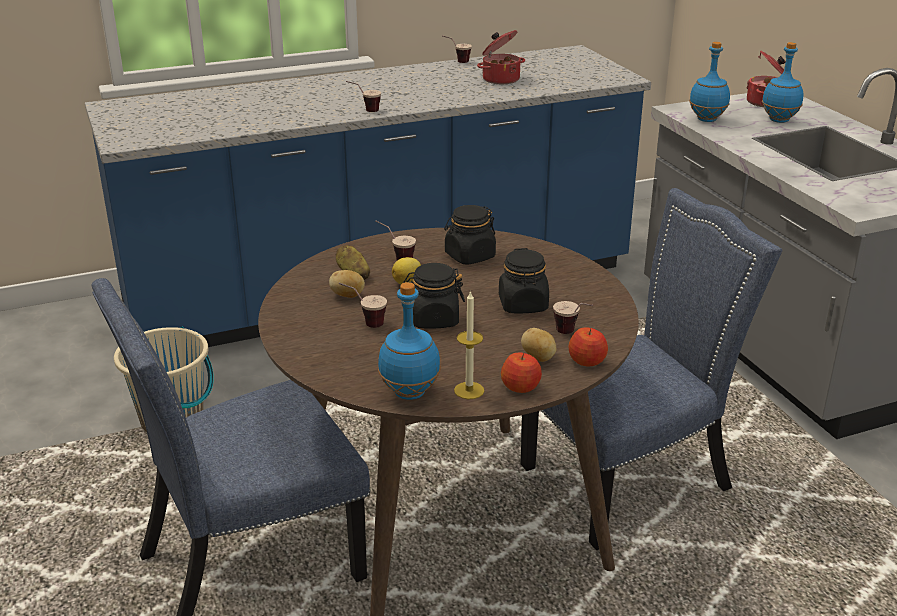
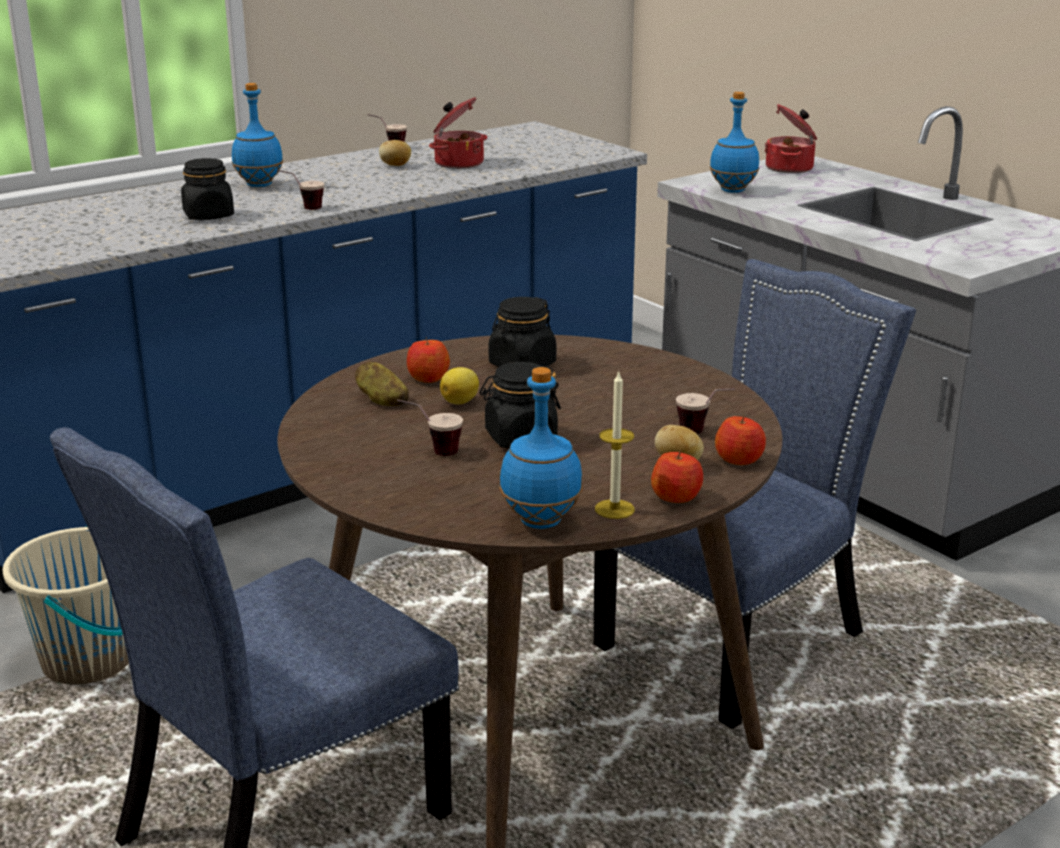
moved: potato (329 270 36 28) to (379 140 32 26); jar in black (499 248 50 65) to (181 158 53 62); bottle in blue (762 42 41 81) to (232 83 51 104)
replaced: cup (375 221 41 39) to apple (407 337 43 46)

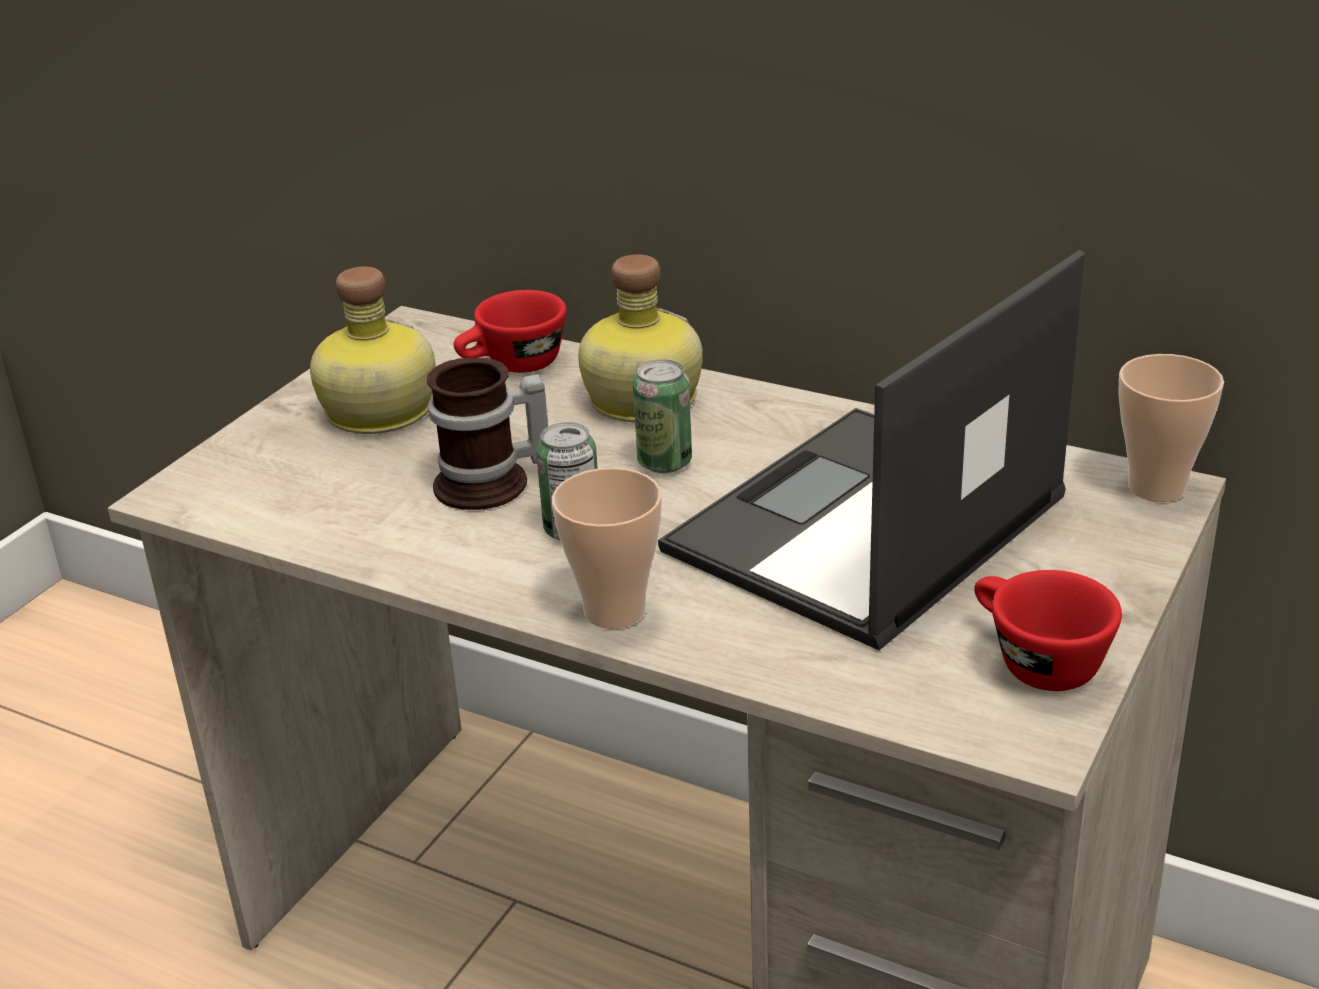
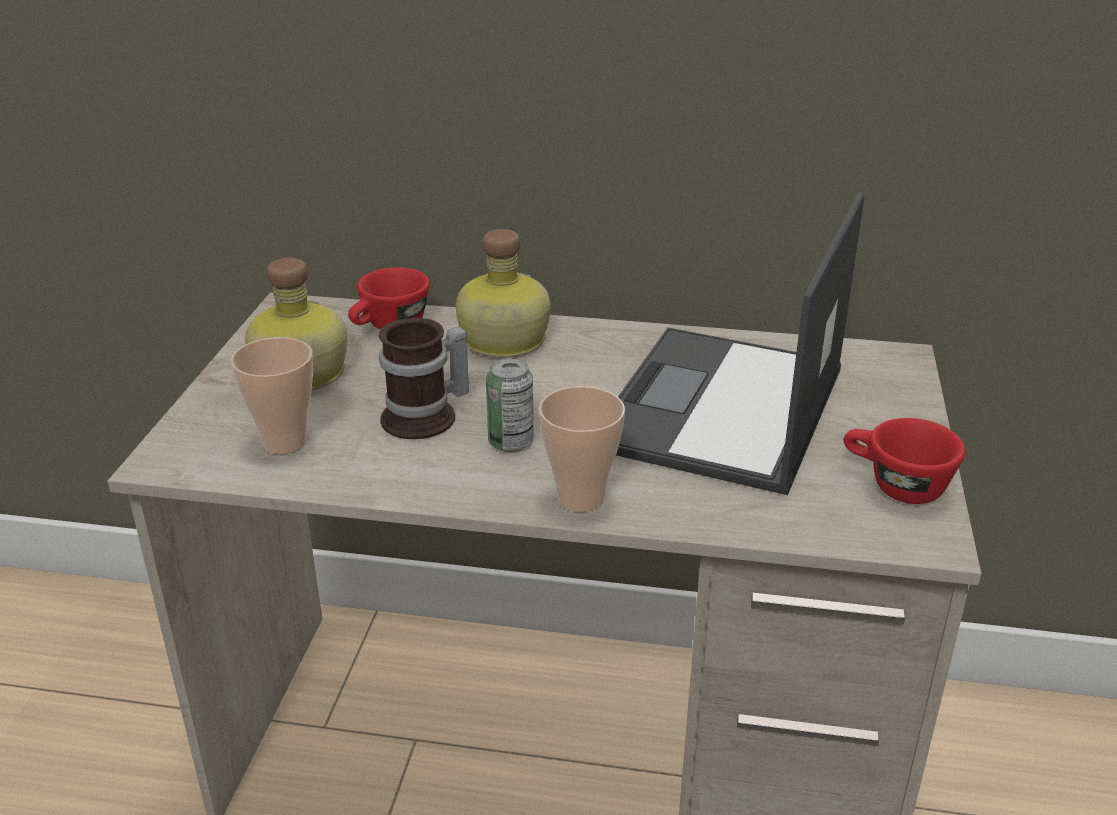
removed: can (633 360 59 113)
moved: cup (1118 354 106 148) to (231 337 82 117)

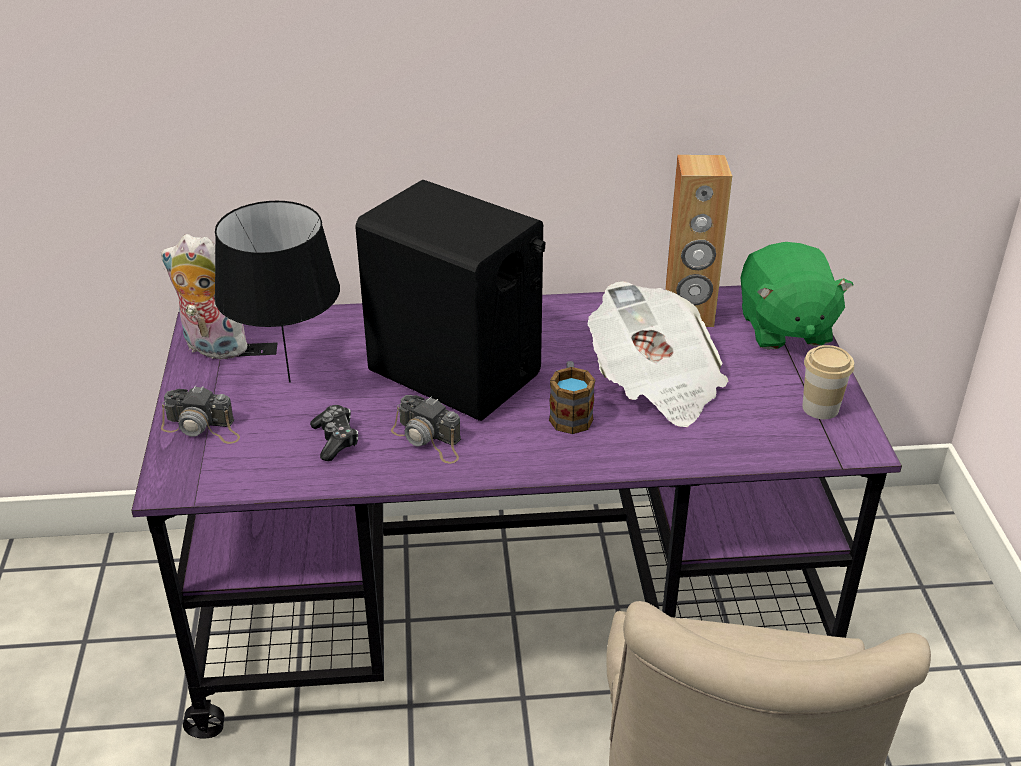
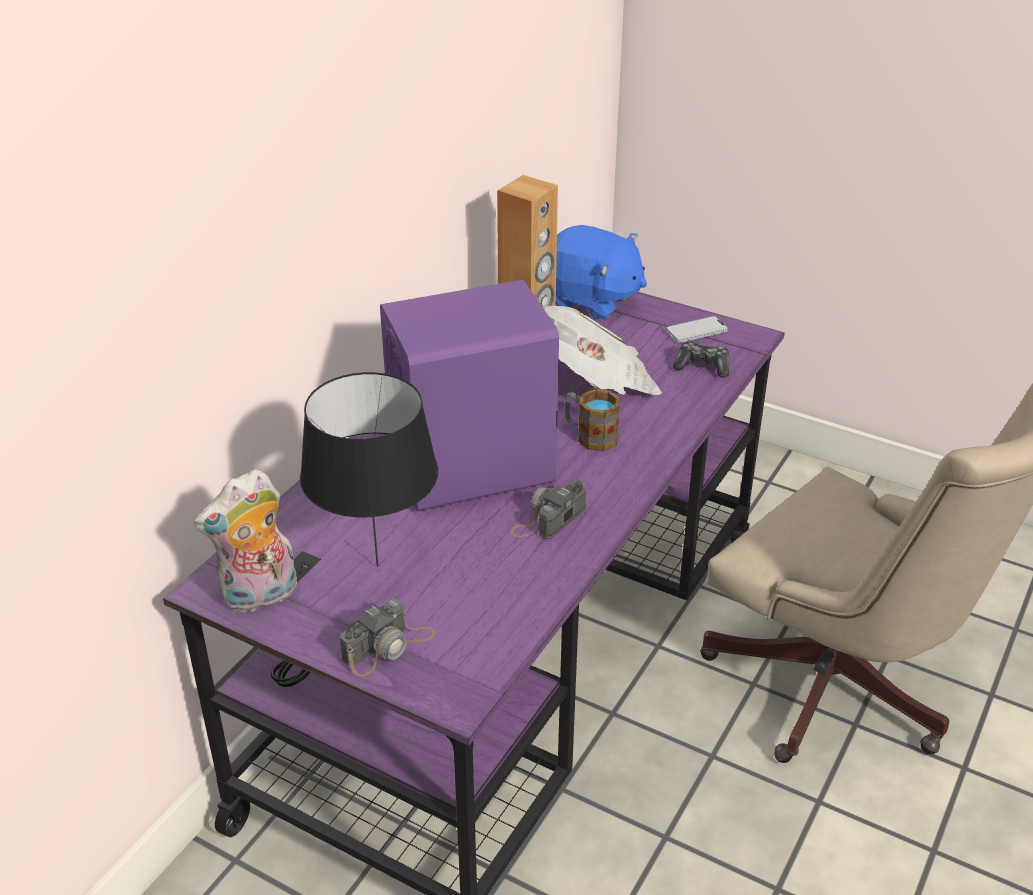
moved: game controller (310 405 48 56) to (673 341 56 37)
replaced: cup (802 345 52 74) to phone (665 316 63 27)
recoloured: speaker in black (355 180 191 241) to speaker in purple (380 280 179 232); plush toy in green (741 242 112 108) to plush toy in blue (556 225 91 94)
turned: photo camera (391 395 70 69) = (510 480 76 59) 150 degrees clockwise

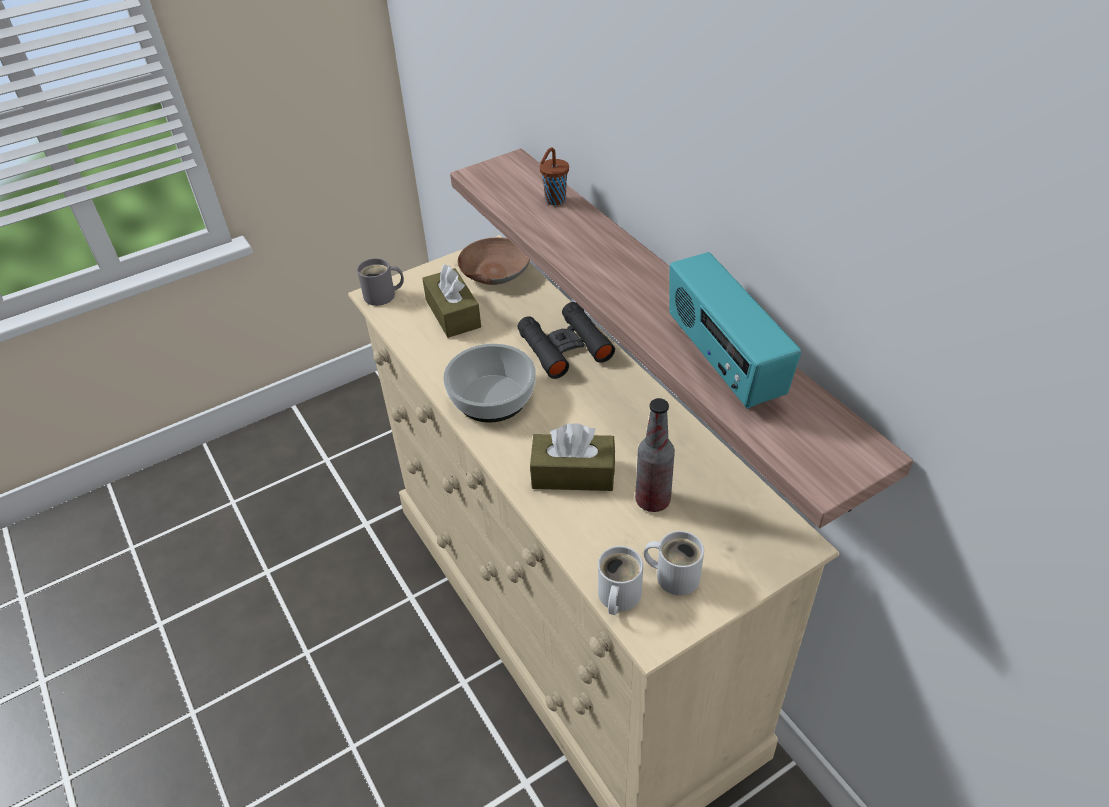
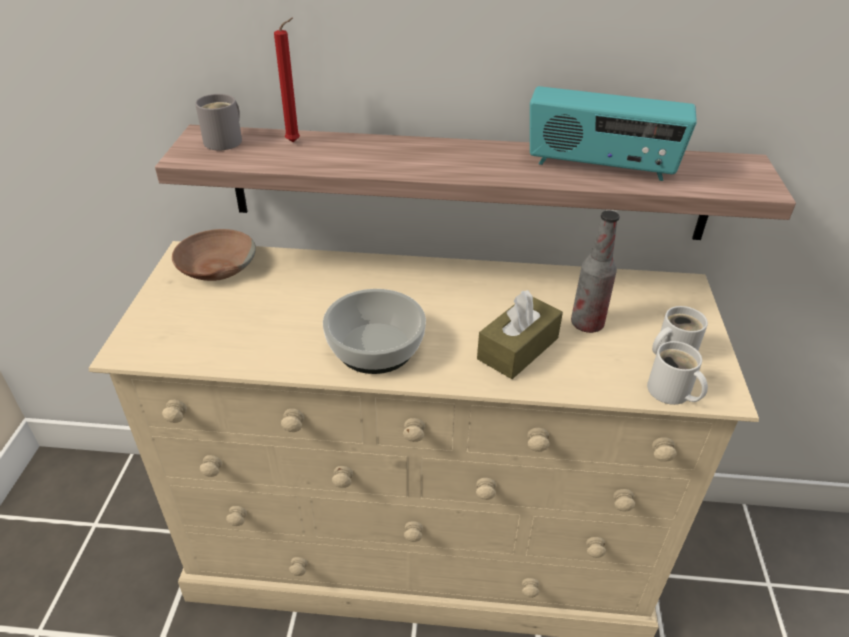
removed: tissue box in brown (422 264 59 74); binoculars in black (518 302 97 77)
moved: mug in grey (357 258 47 48) to (195 94 47 56)
replaced: cup in brown (540 147 29 58) to candle in red (274 18 26 124)

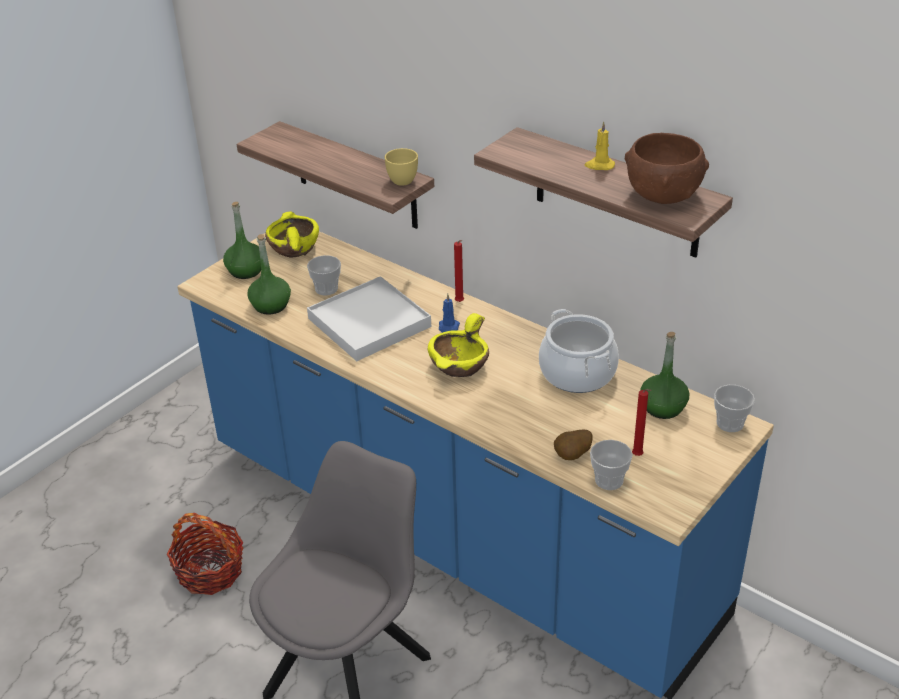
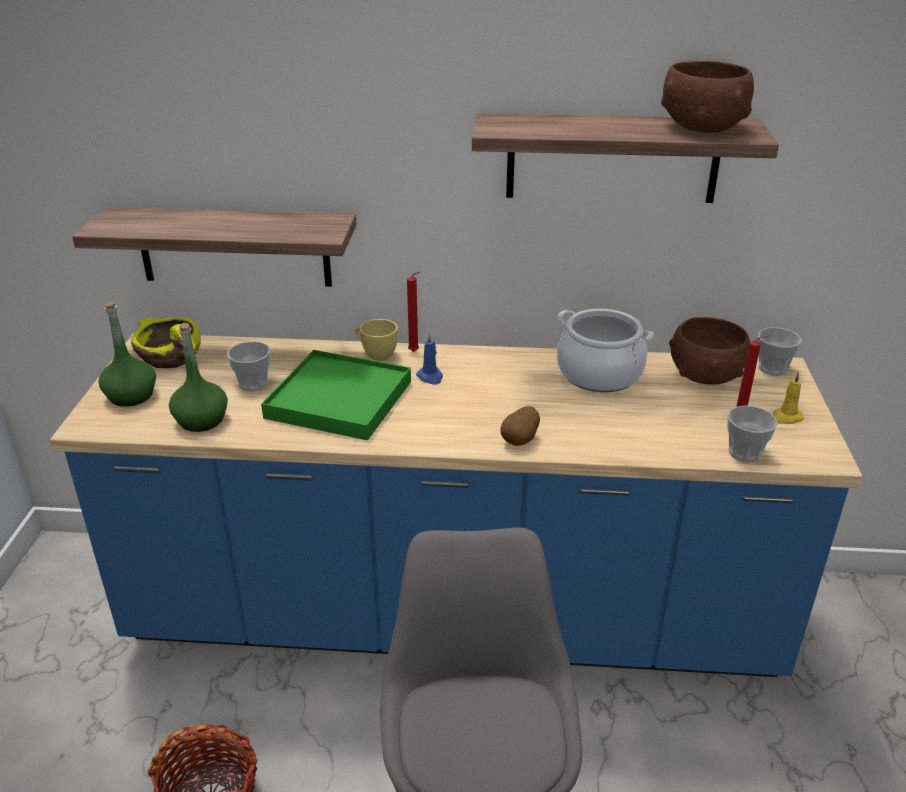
removed: bowl in yellow (428 313 61 64)
moved: cup in yellow (385 148 33 38) to (356 319 42 42); potato (554 430 39 30) to (501 406 39 40); candle in yellow (585 121 30 49) to (773 372 31 52)
replaced: bottle in green (640 332 49 87) to bowl in brown (669 317 82 68)
recoloured: tray in white (307 276 124 85) to tray in green (261 350 150 90)

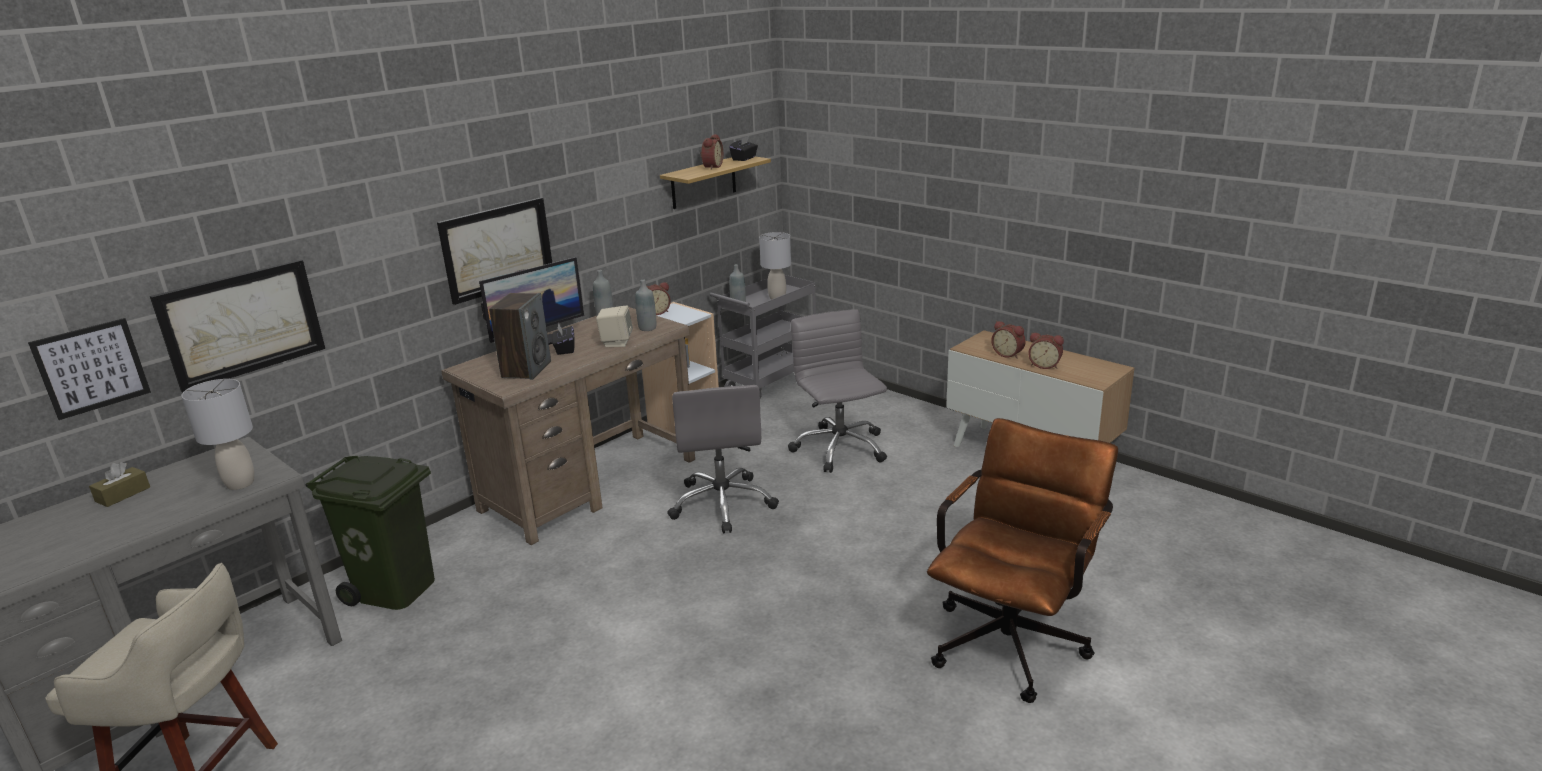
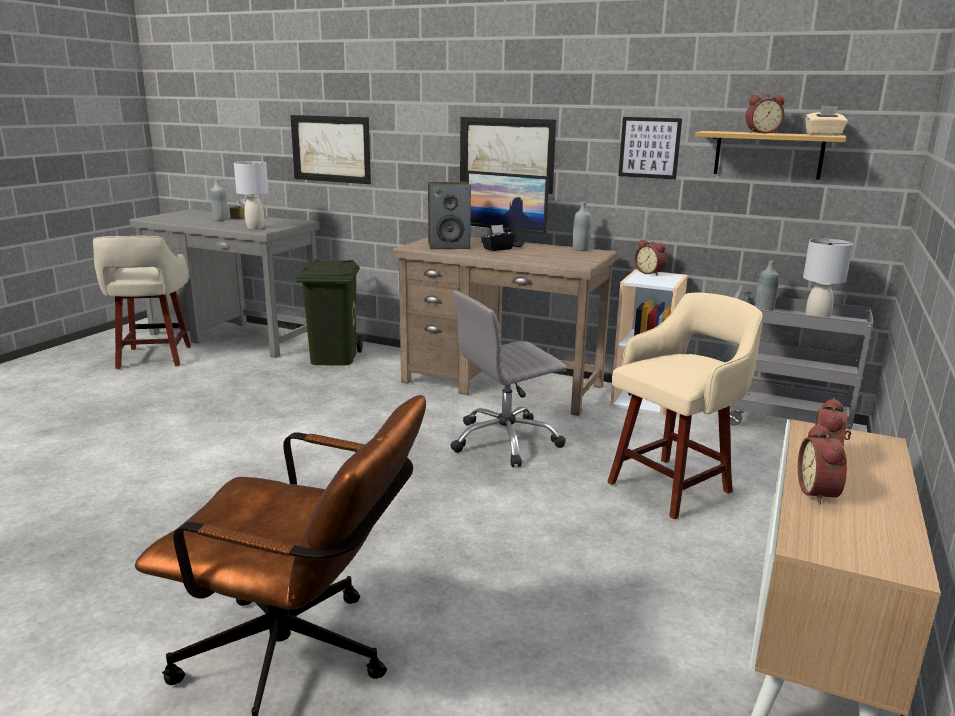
removed: speaker in beige (596 306 37 41)
moved: picture (28 318 123 102) to (618 117 64 62); bottle in grey (635 280 21 51) to (211 179 17 42)
replaced: office chair in grey (788 309 99 164) to stool in beige (607 293 156 226)
recoloured: tissue box in black (729 136 29 25) to tissue box in beige (805 105 43 31)

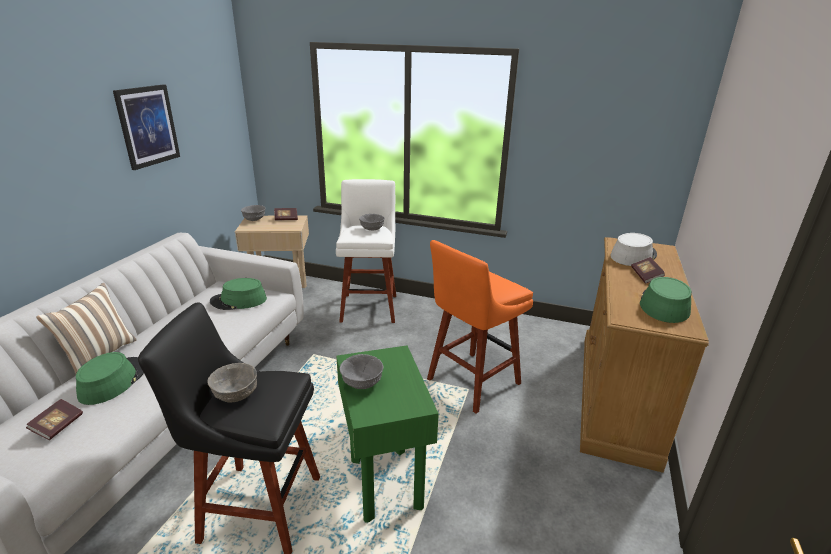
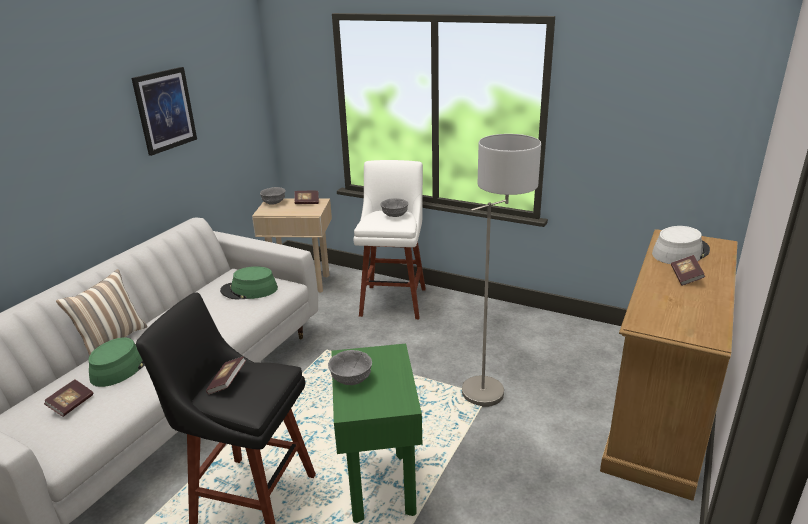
removed: hat in green (640 277 52 46)
replaced: bowl in grey (207 363 50 39) to book (206 356 40 38); stool in orange (427 240 106 174) to floor lamp in grey (462 134 79 273)

